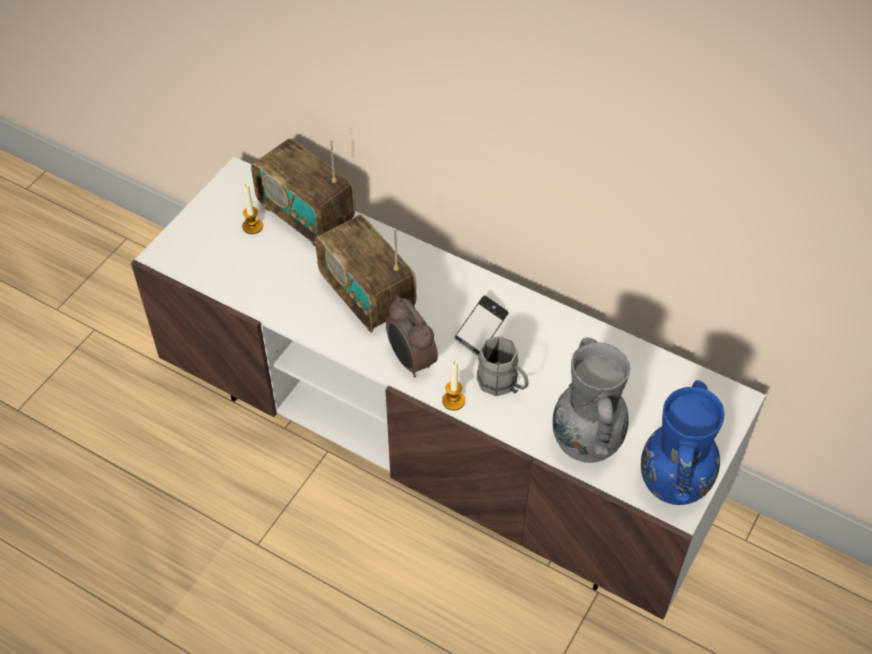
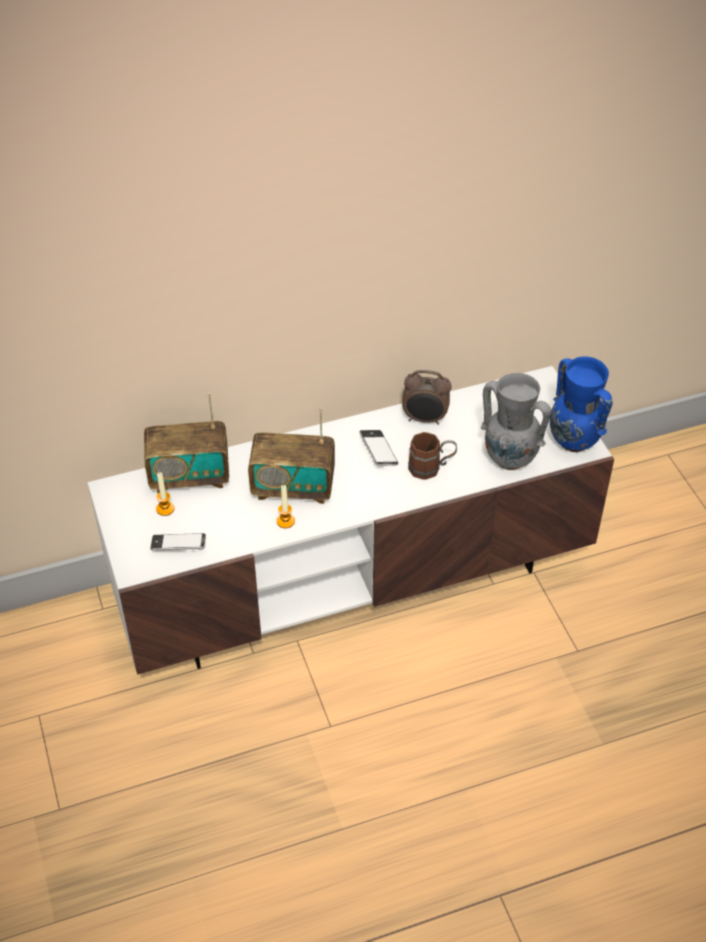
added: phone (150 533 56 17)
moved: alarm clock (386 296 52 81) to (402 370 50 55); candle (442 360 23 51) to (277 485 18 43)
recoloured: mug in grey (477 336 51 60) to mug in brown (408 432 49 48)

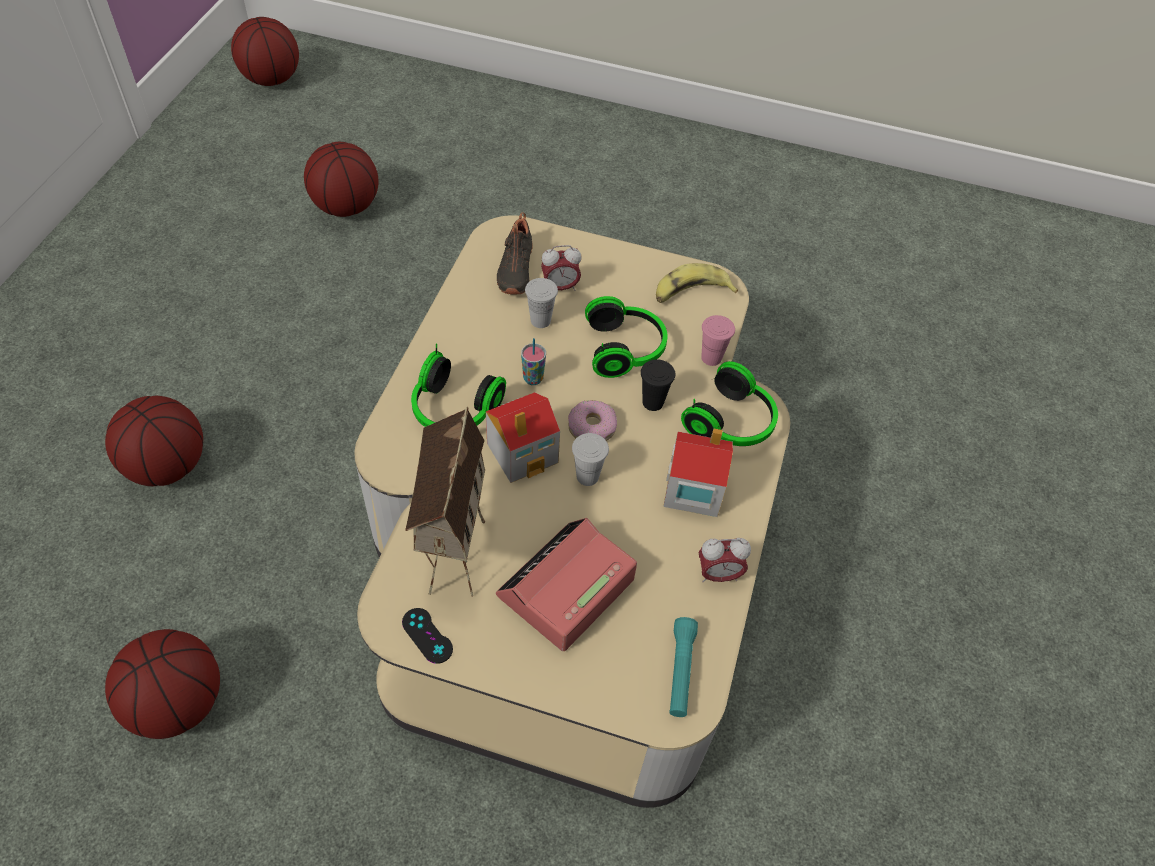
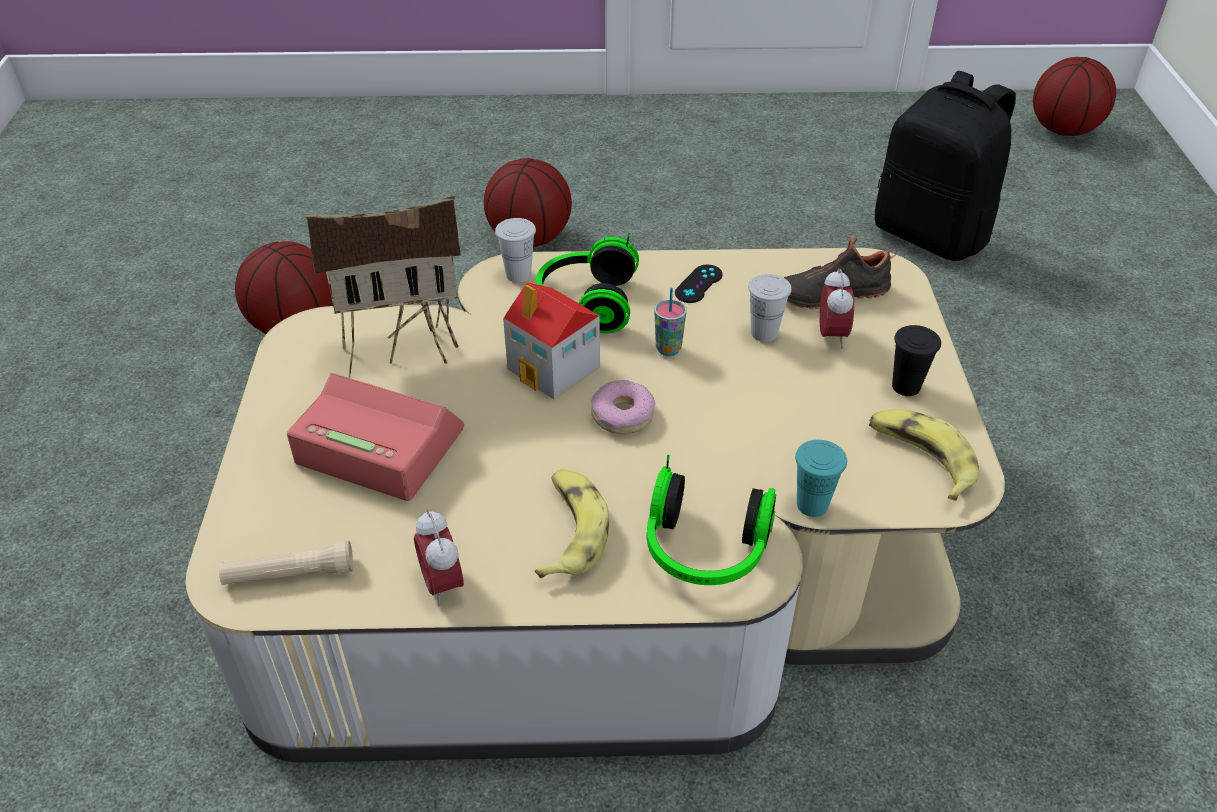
removed: headphones (585 296 83 82)
moved: game controller in black (402 608 51 56) to (675 265 48 38); cup in white (572 433 37 53) to (495 218 41 65); cup in black (641 359 34 52) to (892 325 49 71)
replaced: basketball (304 142 74 75) to backpack in black (875 71 141 190); toy house (663 429 70 88) to banana (534 469 75 109)
recoloured: flashlight in turquoise (669 617 29 100) to flashlight in beige (219 541 134 44); cup in pink (701 315 34 51) to cup in turquoise (795 440 52 77)
turned: alarm clock (541 245 40 46) = (820 268 34 80) 150 degrees counterclockwise

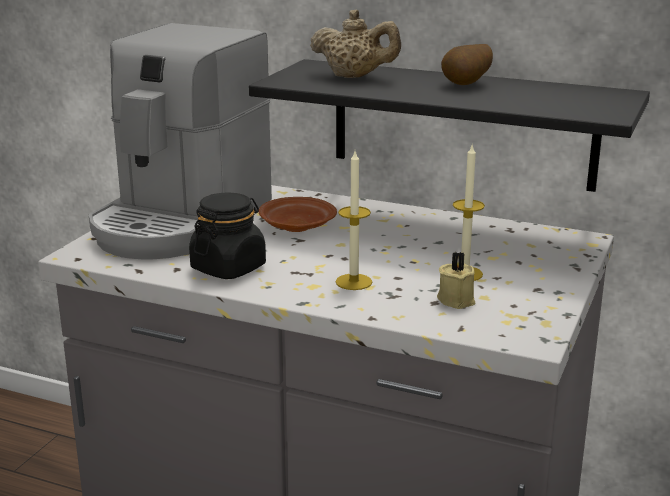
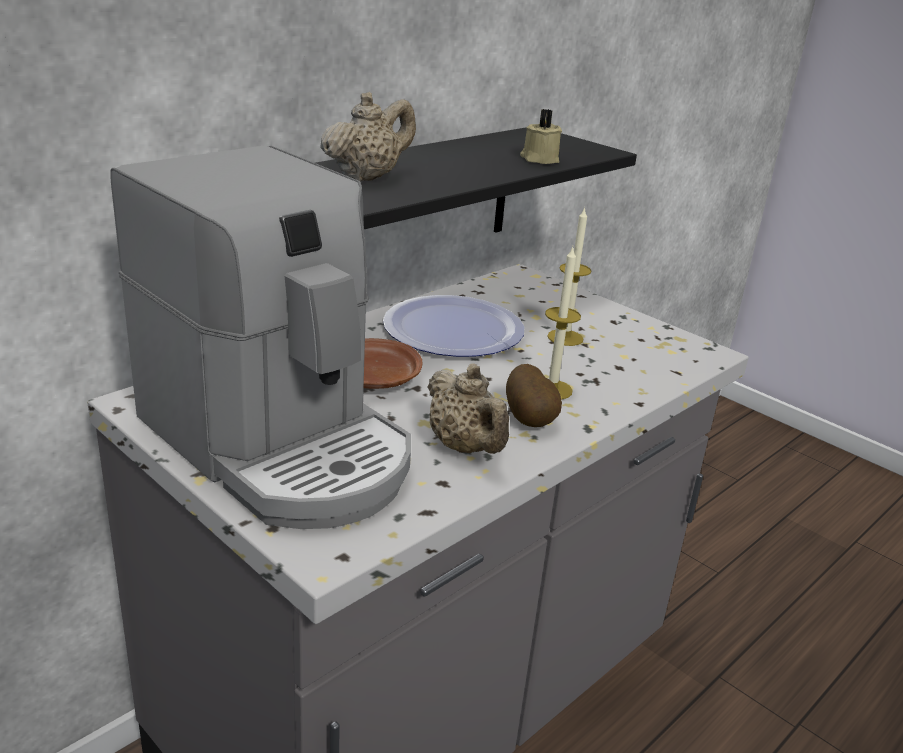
added: plate (383 295 142 62)
moved: candle in beige (437 252 38 57) to (520 109 42 55); potato (441 44 52 41) to (506 364 56 63)
replaced: jar in black (189 192 77 87) to teapot in beige (427 363 82 91)

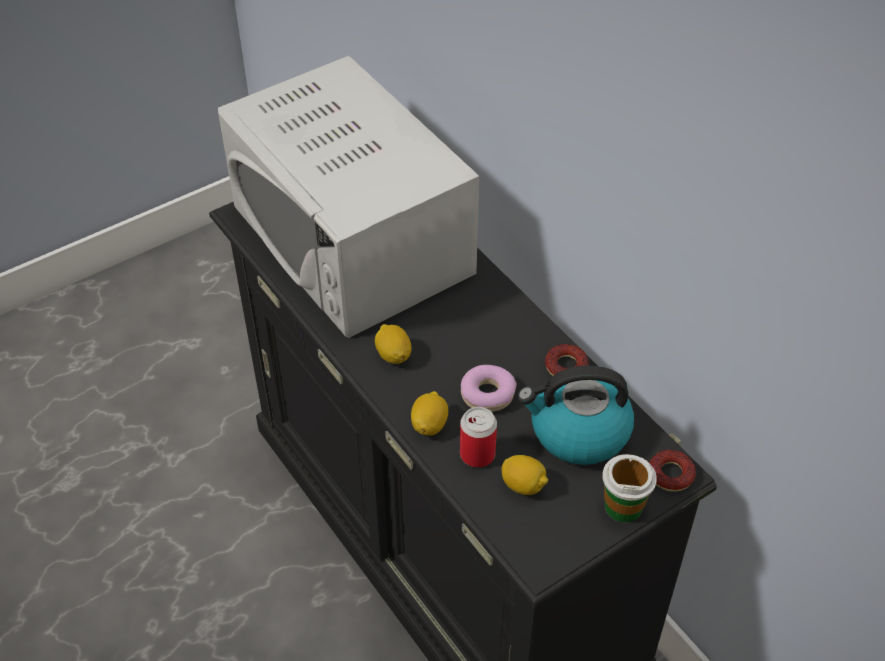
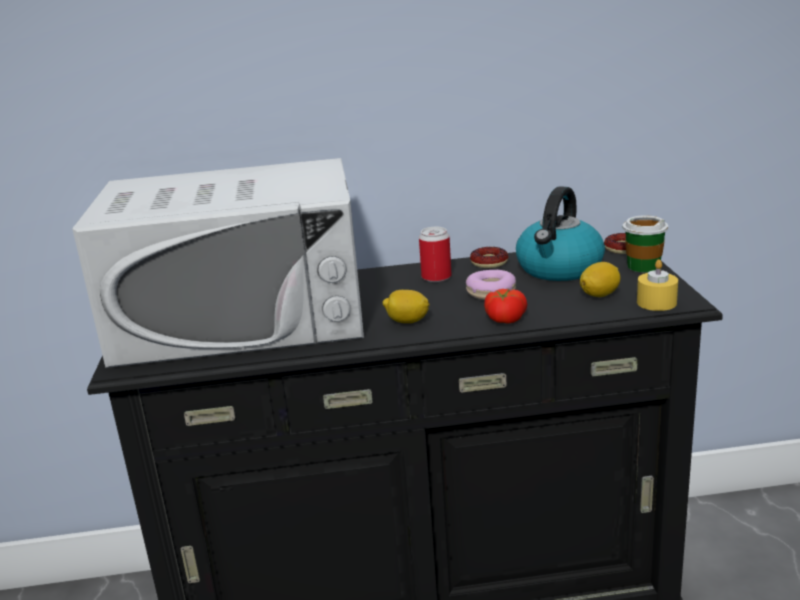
added: candle in yellow (637 259 41 52)
moved: can (460 407 37 60) to (419 227 33 55)
replaced: lemon (411 391 37 45) to tomato (484 289 43 35)

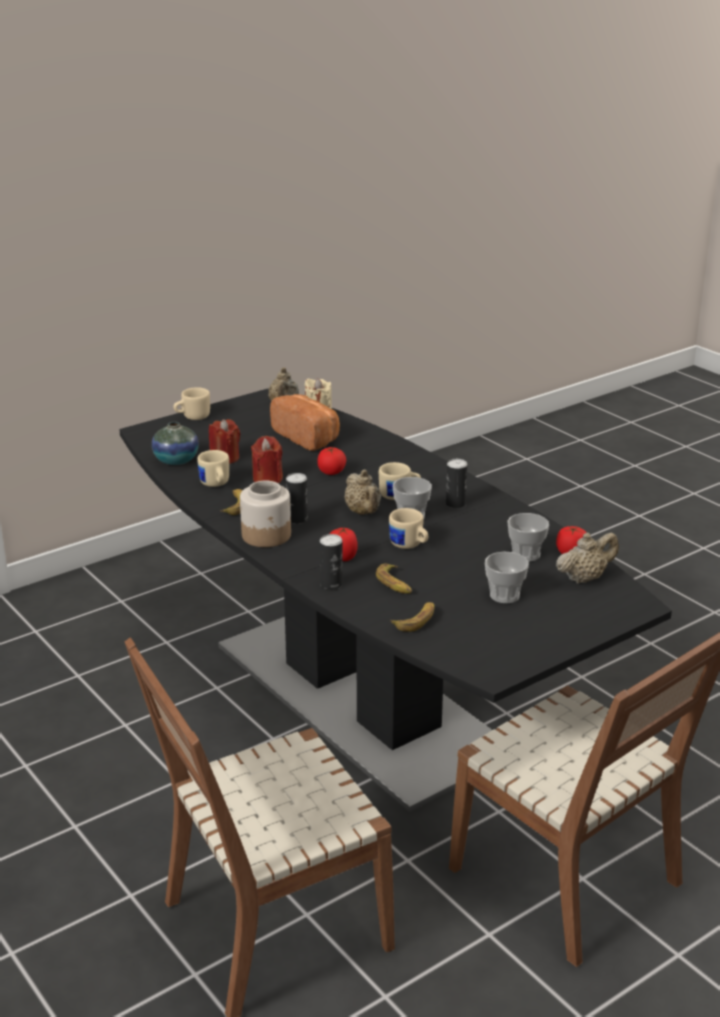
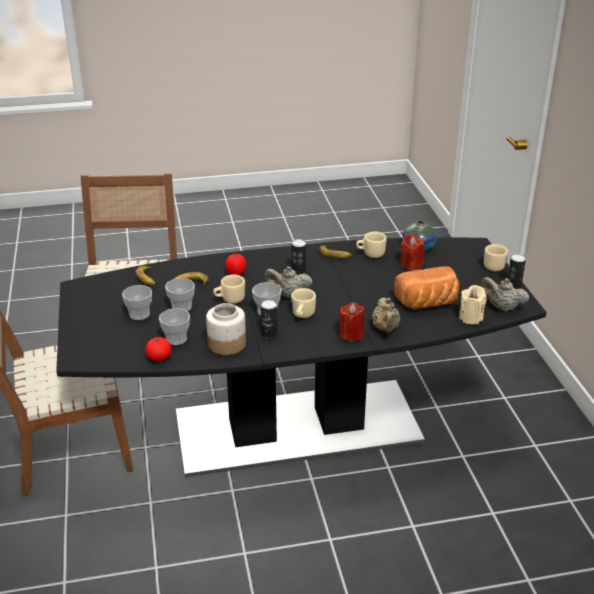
removed: tomato (317 447 29 28)
added: cup (165 278 30 34)
moved: jar (240 481 51 66) to (206 303 40 52); candle in red (251 436 32 47) to (339 302 26 39); can (320 534 23 55) to (507 254 19 35); teapot in beige (556 532 63 52) to (372 298 29 35)

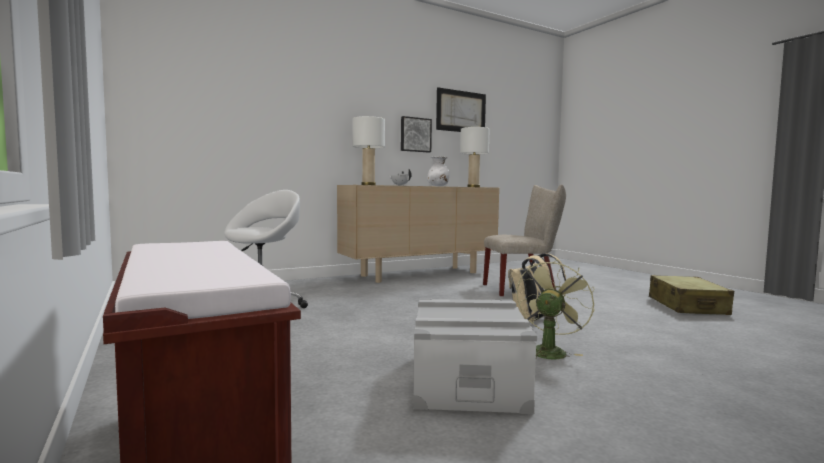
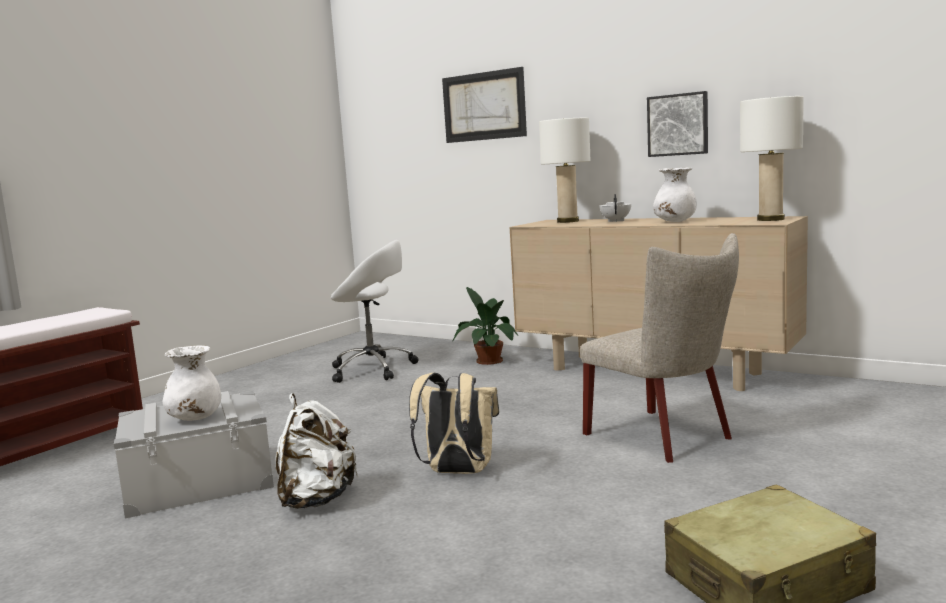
added: vase in white (163 346 58 75); potted plant (453 287 65 78)
moved: picture (436 87 50 45) to (442 67 85 76)
replaced: fan in green (517 259 77 100) to backpack in white (275 393 84 116)

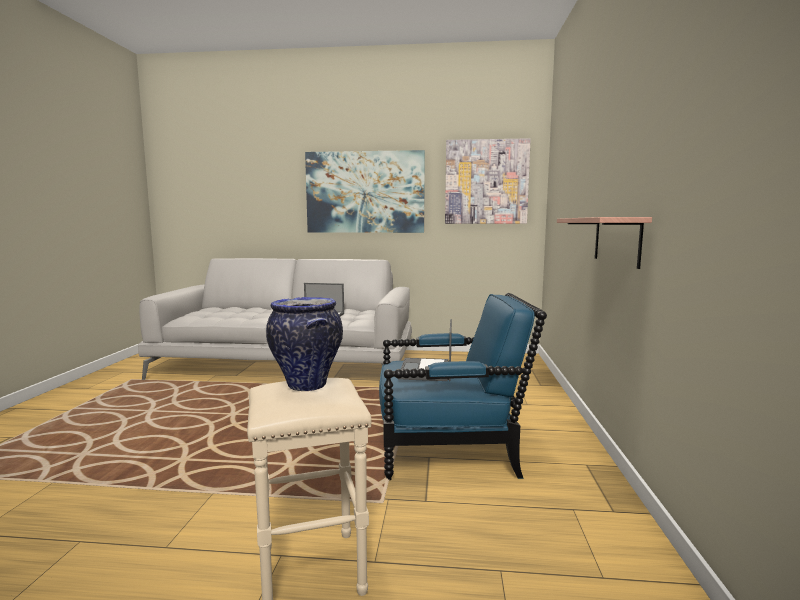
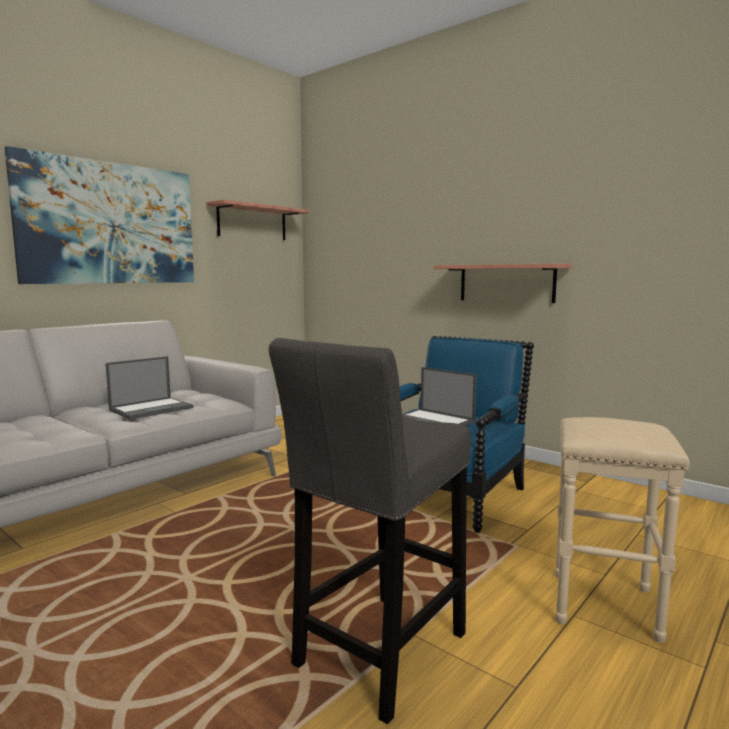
removed: vase (266 297 77 94)
added: stool in grey (269 338 202 386)
replaced: picture (445 138 86 86) to shelf (206 199 104 41)

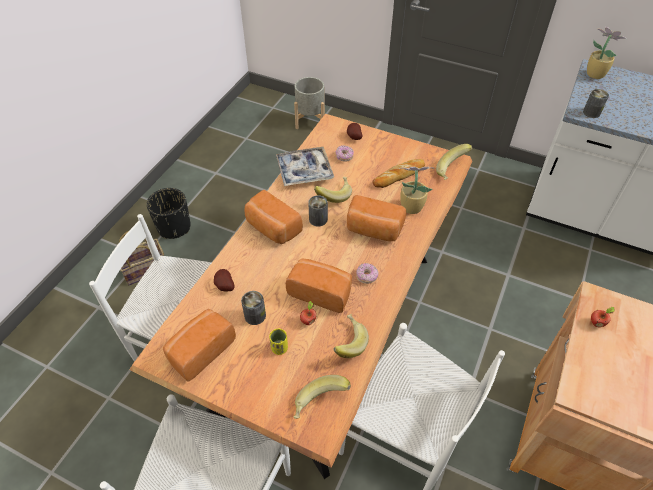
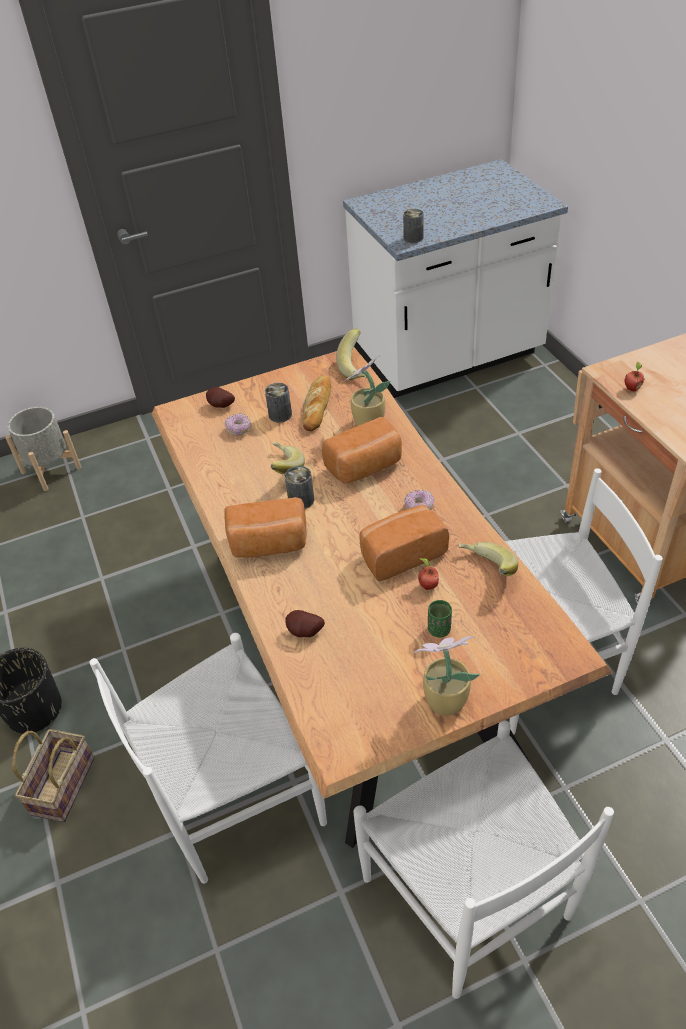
removed: bread (163 309 73 73); tray (276 147 58 39); banana (293 375 58 44)
moved: can (241 291 25 34) to (265 383 27 39); potted plant (587 27 40 52) to (414 636 66 80)
recoloured: cup in yellow (269 328 19 27) to cup in green (428 600 24 37)

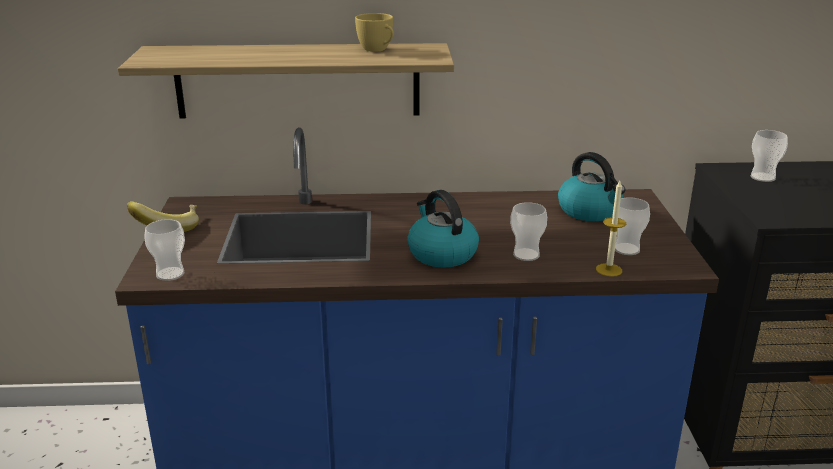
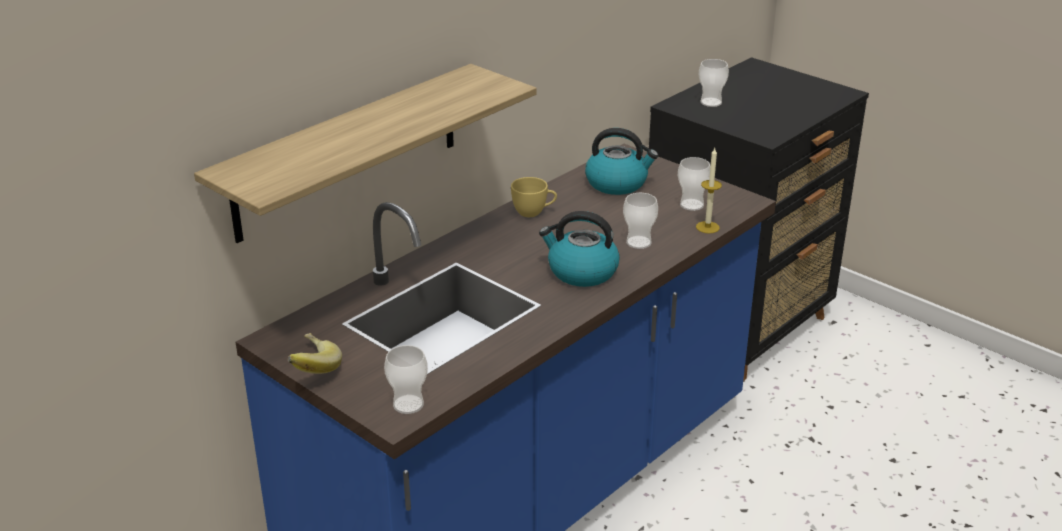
moved: cup in yellow (355 13 39 39) to (511 177 46 40)

